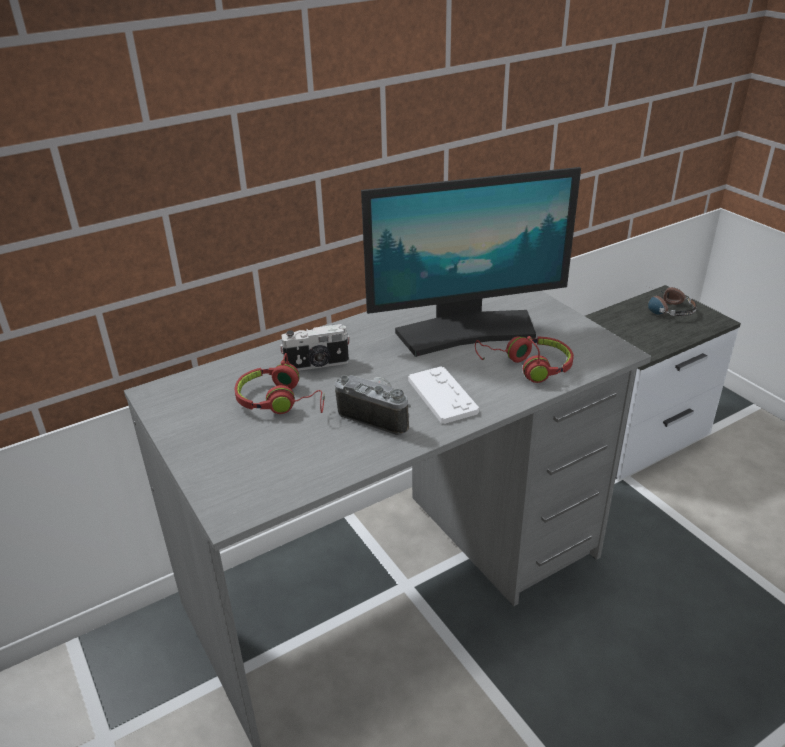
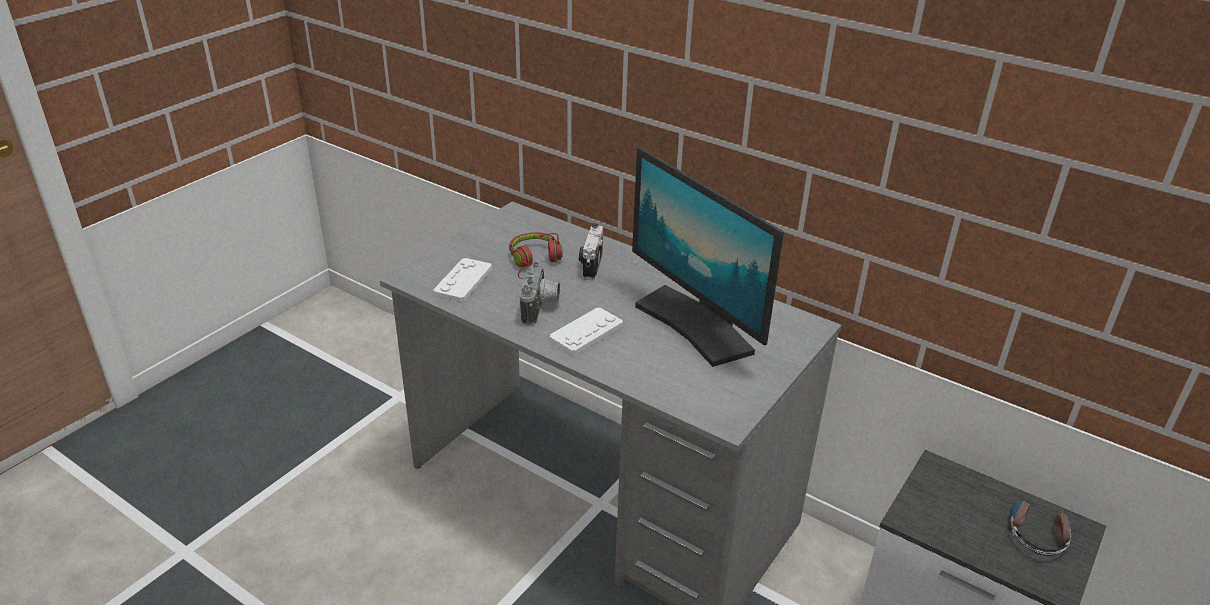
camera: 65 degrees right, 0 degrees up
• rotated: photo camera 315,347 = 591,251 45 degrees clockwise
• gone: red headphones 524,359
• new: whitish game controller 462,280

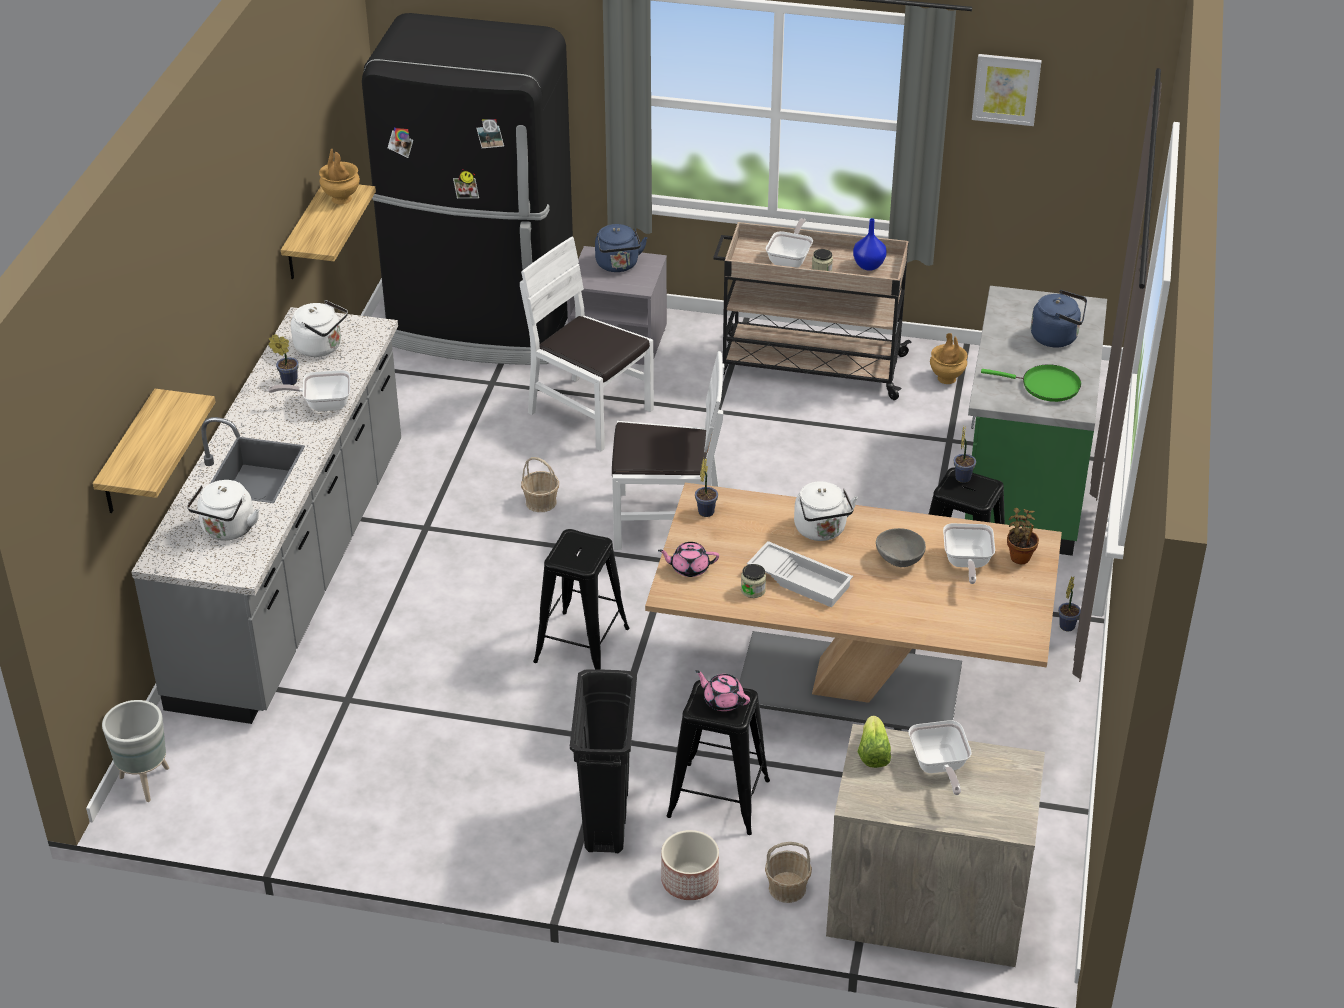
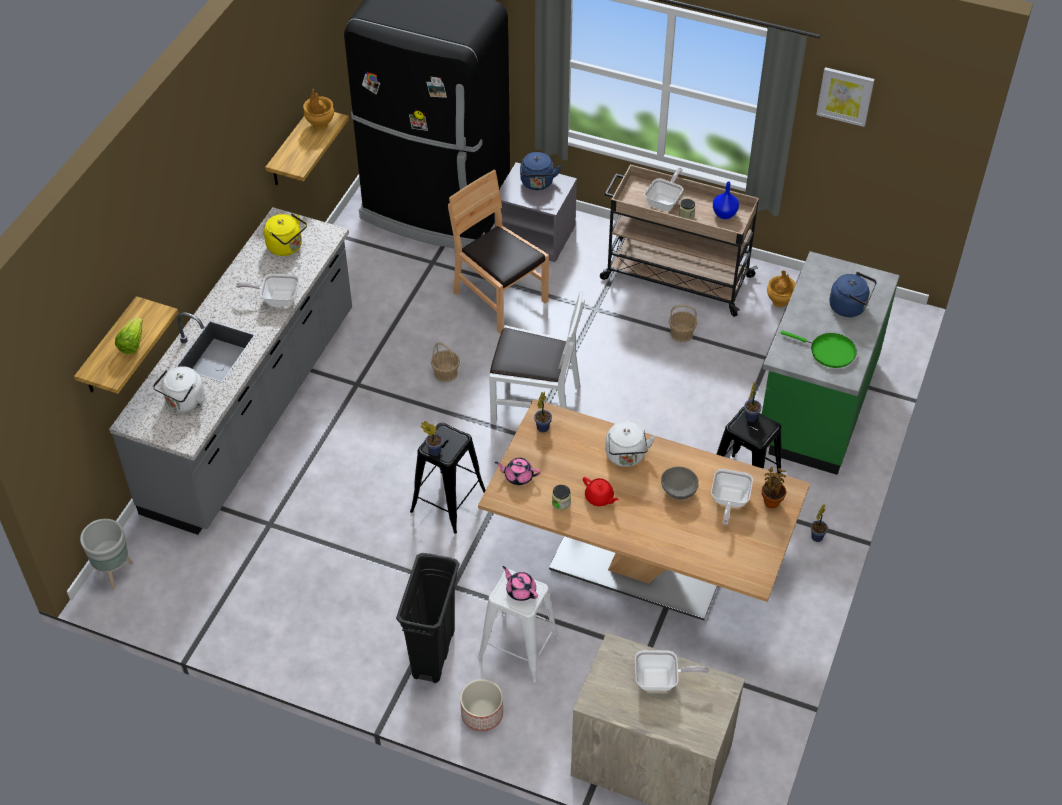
camera: 10 degrees right, 10 degrees up
• shifted: houseplant 283,359 to 431,438
• repainted: whitish water kettle 319,328 to yellow-coloured water kettle 285,234
• repainted: whitish chair 587,344 to brownish chair 498,252
• repainted: black-coloured stool seat 718,757 to whitish stool seat 519,626
• swapped: whitish tray 800,574 to red tea pot 601,491
• shifted: storage basket 788,872 to 683,323
• shifted: lettuce 874,742 to 129,335
• rotated: skillet 940,757 = 672,670 90 degrees counterclockwise

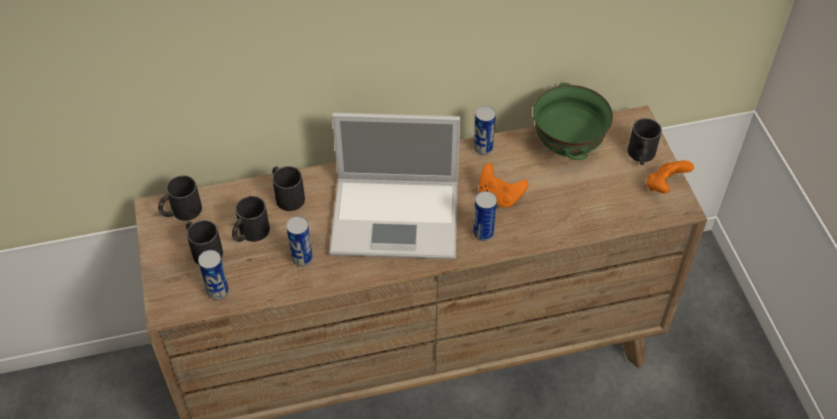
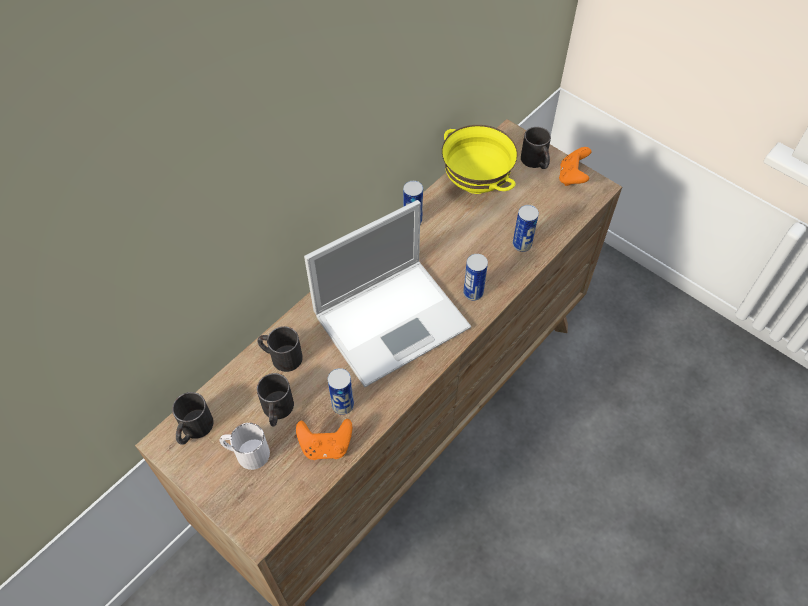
camera: 35 degrees left, 5 degrees up
• repainted: black-coloured mug 204,242 to whitish mug 244,446
• shifted: can 213,275 to 526,228
• shifted: orange-coloured game controller 503,185 to 324,439
• repainted: green serving bowl 573,121 to yellow-coloured serving bowl 480,159

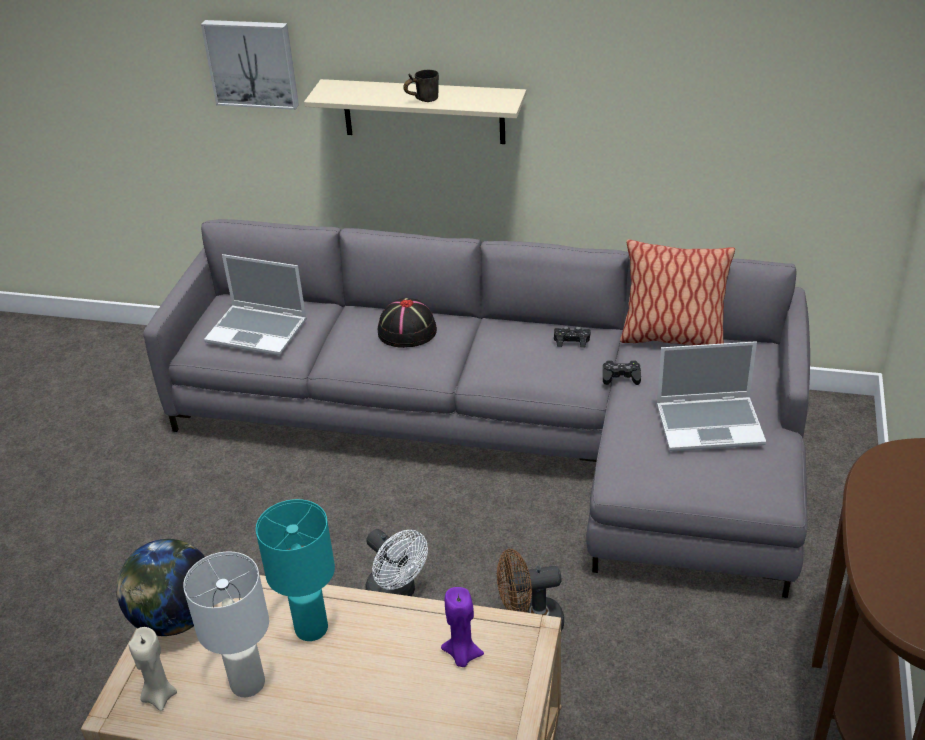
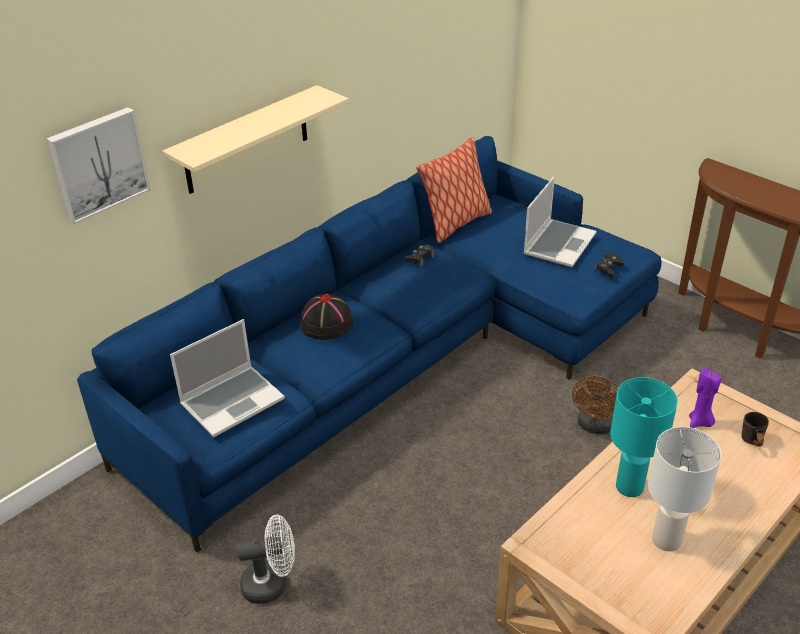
camera: 60 degrees left, 0 degrees up
• gone: globe 160,587
• gone: beige-coloured candle 152,669
• repainted: greyish sofa 477,408 to bluish sofa 369,344
• shifted: whitish electric fan 396,562 to 265,559
• shifted: greyish mug 421,86 to 755,429
• shifted: black-coloured game controller 622,372 to 609,265

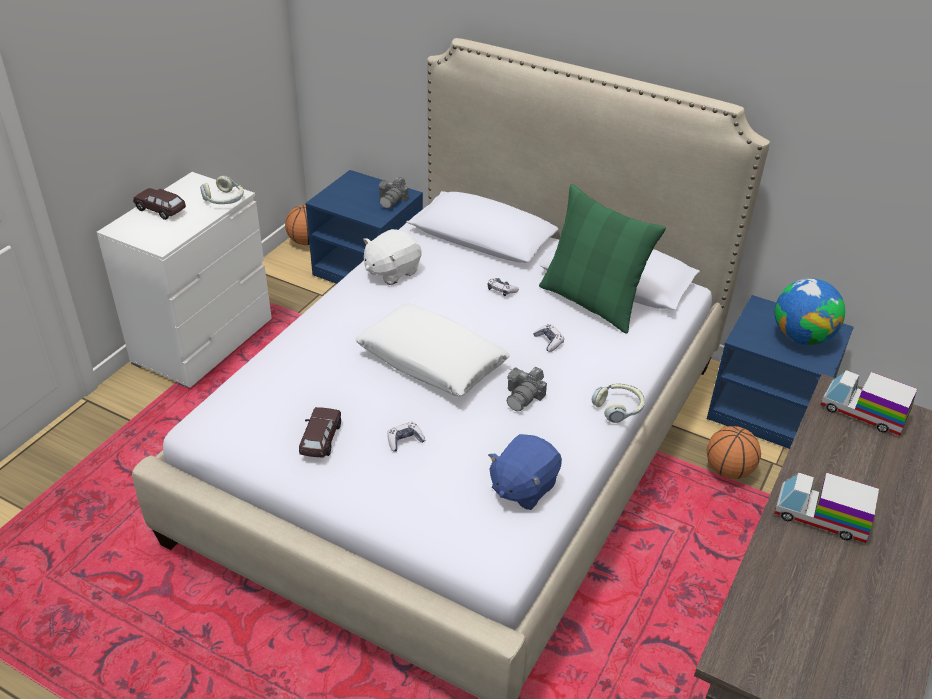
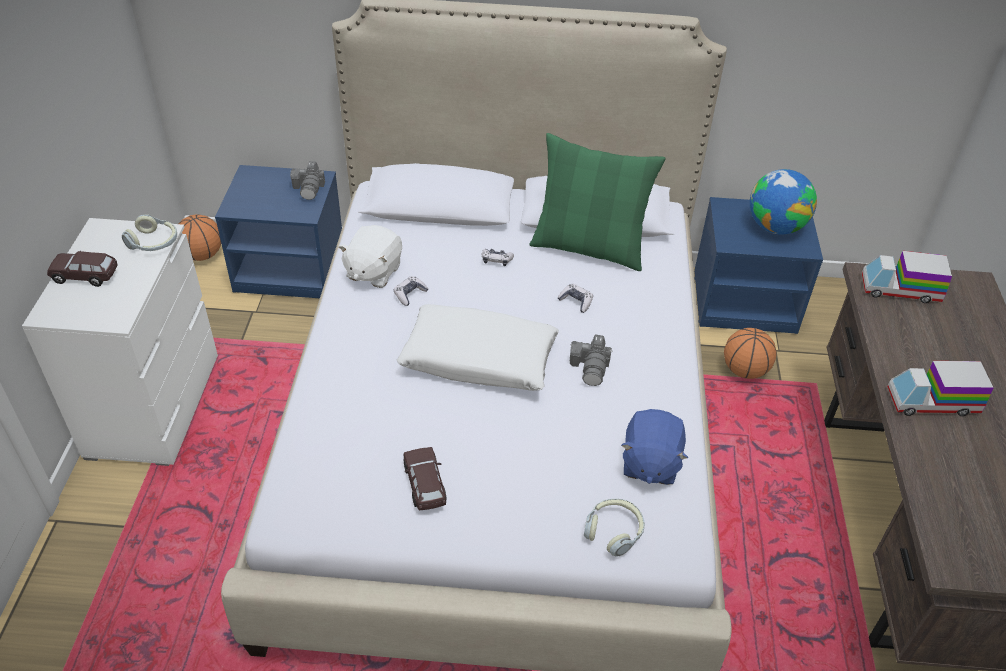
camera: 25 degrees left, 5 degrees up
• shifted: game controller 406,437 to 411,291
• shifted: headphones 618,403 to 614,528

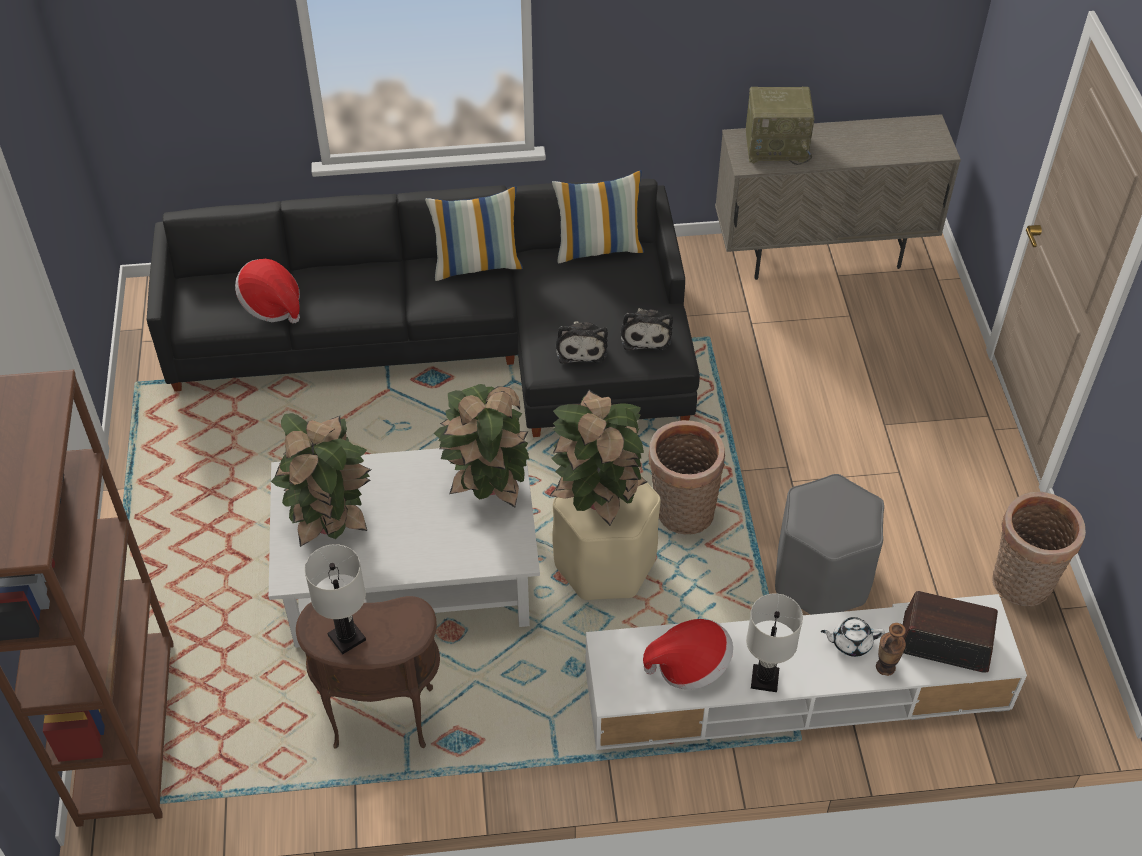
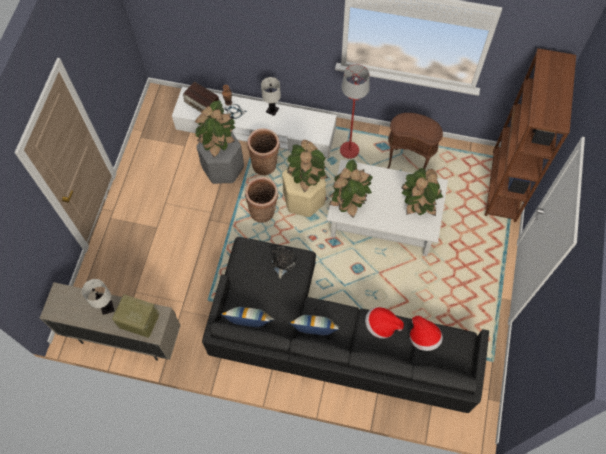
camera: 160 degrees left, 15 degrees up
• shifted: whitish table lamp 335,599 to 98,297
• gone: soft toy 647,329
• shifted: wearable hat 688,654 to 384,323
• shifted: storage basket 1039,549 to 263,151
• new: houseplant 215,129
• new: red standing lamp 355,111

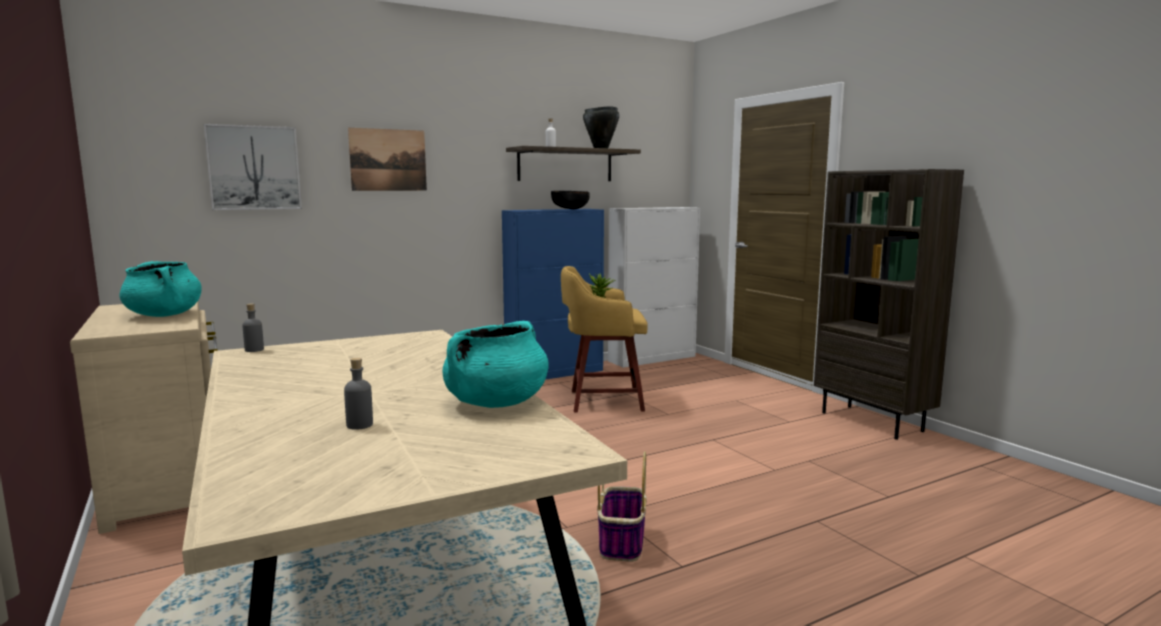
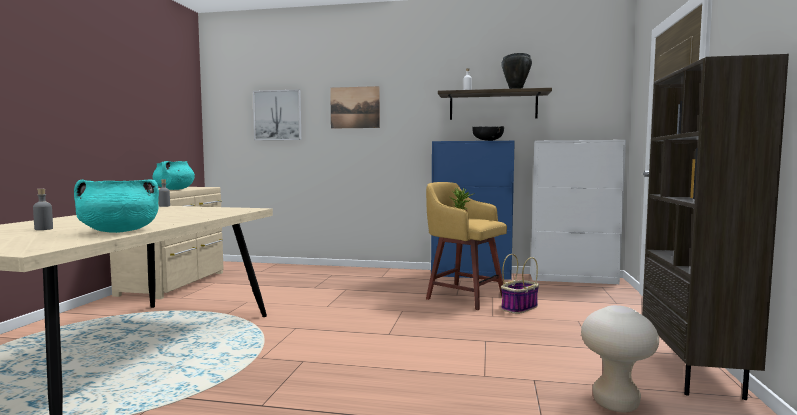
camera: 40 degrees right, 5 degrees down
• shifted: storage basket 622,506 to 520,284
• new: beige-coloured stool seat 620,358

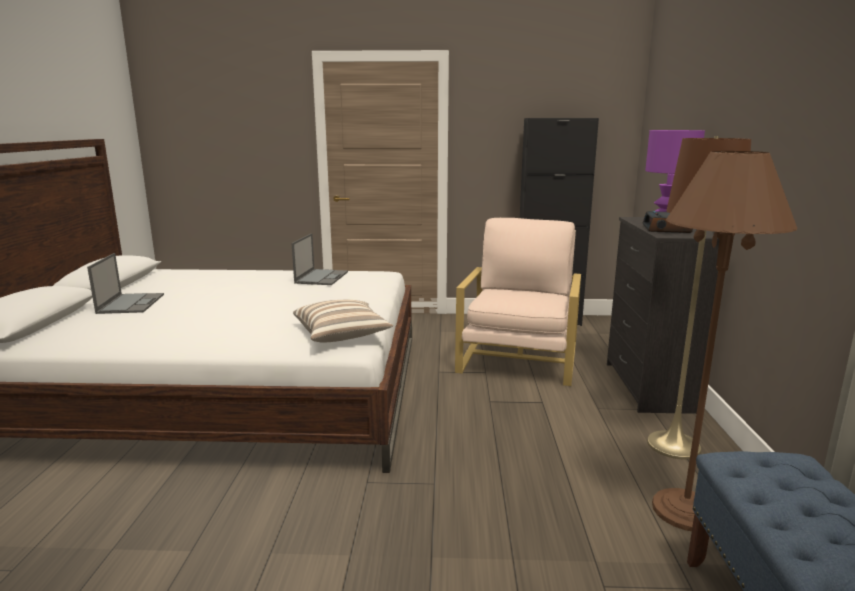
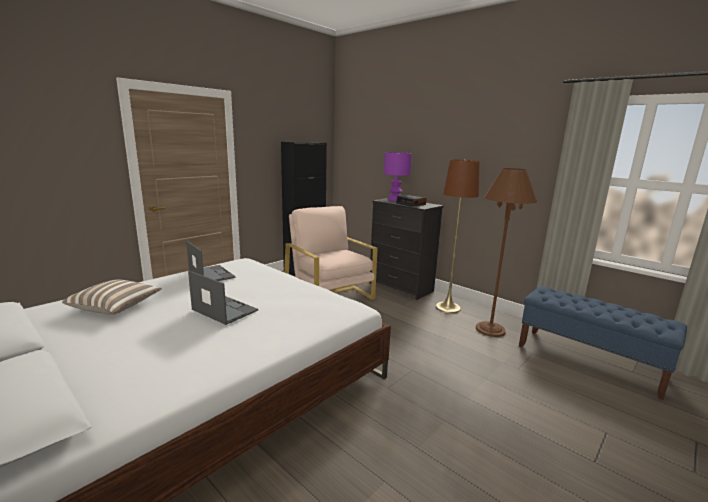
camera: 50 degrees left, 0 degrees up
• shifted: laptop 125,283 to 223,298
• shifted: pillow 343,321 to 112,297

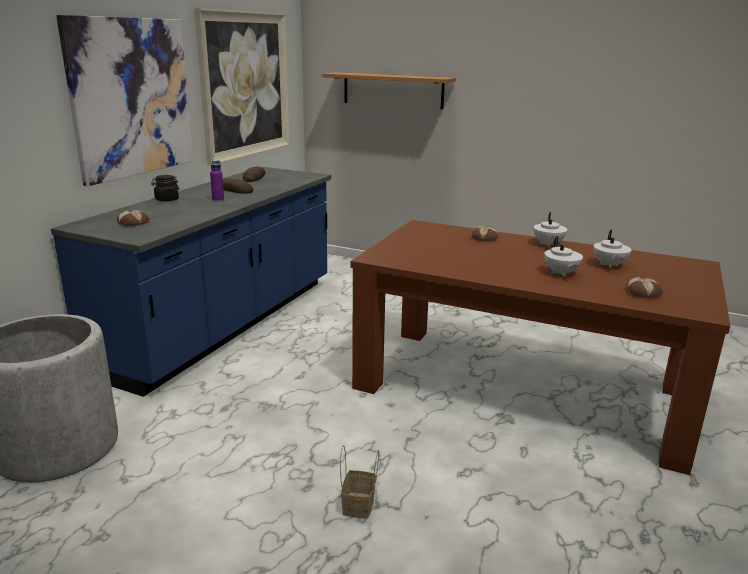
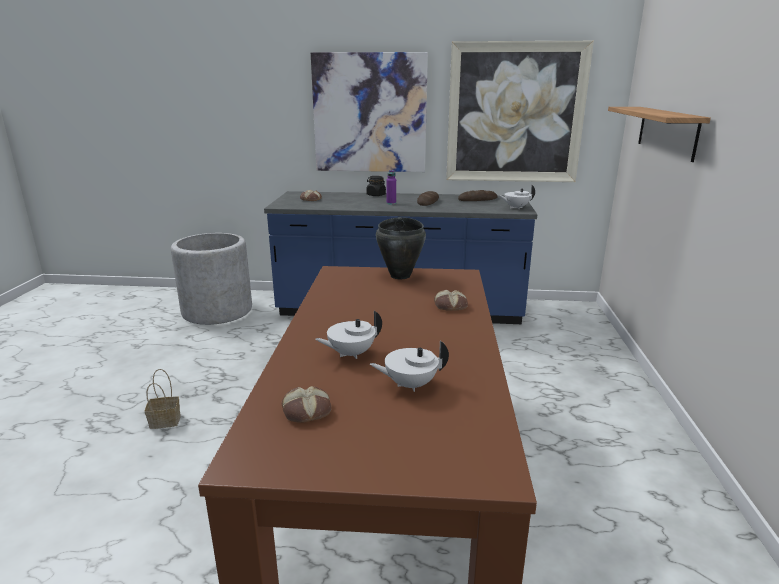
camera: 70 degrees right, 0 degrees up
• shifted: whitish tea pot 550,229 to 517,197
• new: black-coloured saucepot 401,248

